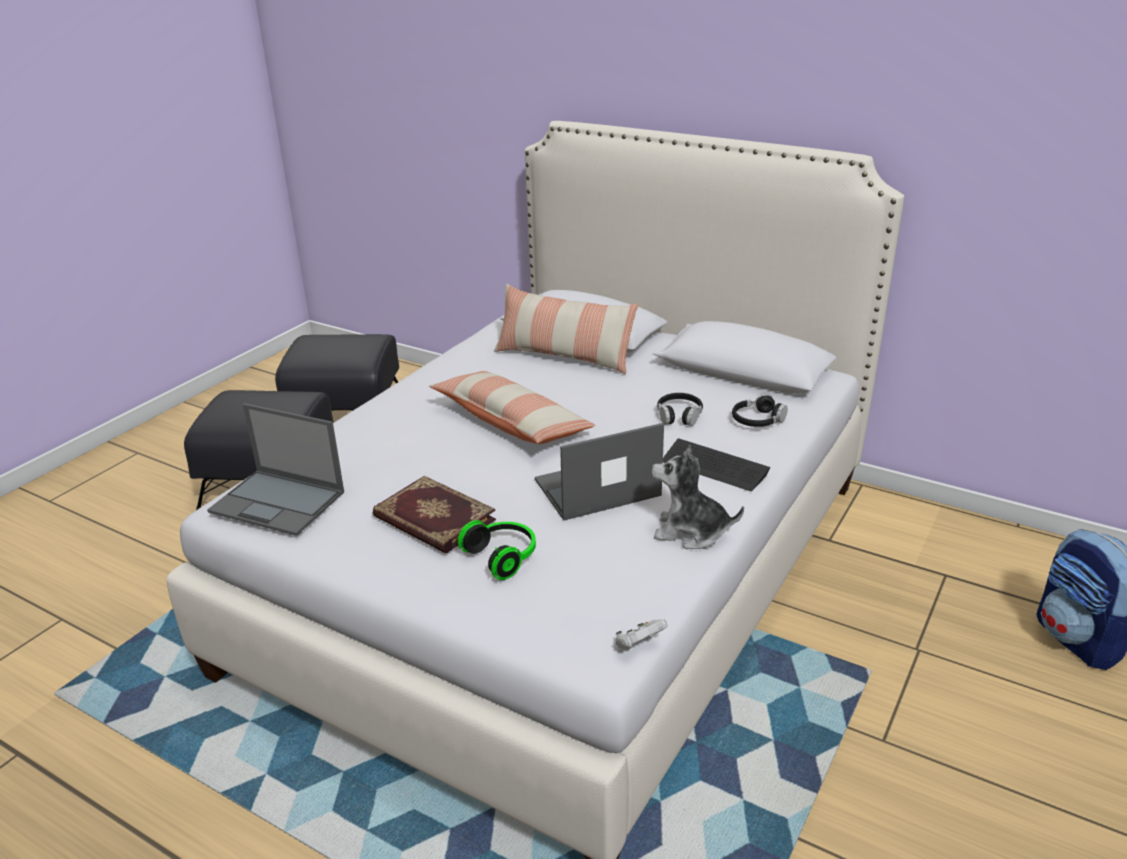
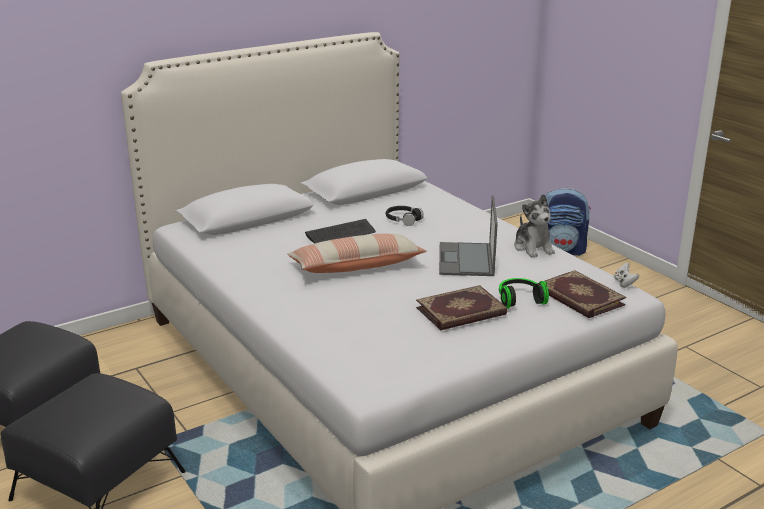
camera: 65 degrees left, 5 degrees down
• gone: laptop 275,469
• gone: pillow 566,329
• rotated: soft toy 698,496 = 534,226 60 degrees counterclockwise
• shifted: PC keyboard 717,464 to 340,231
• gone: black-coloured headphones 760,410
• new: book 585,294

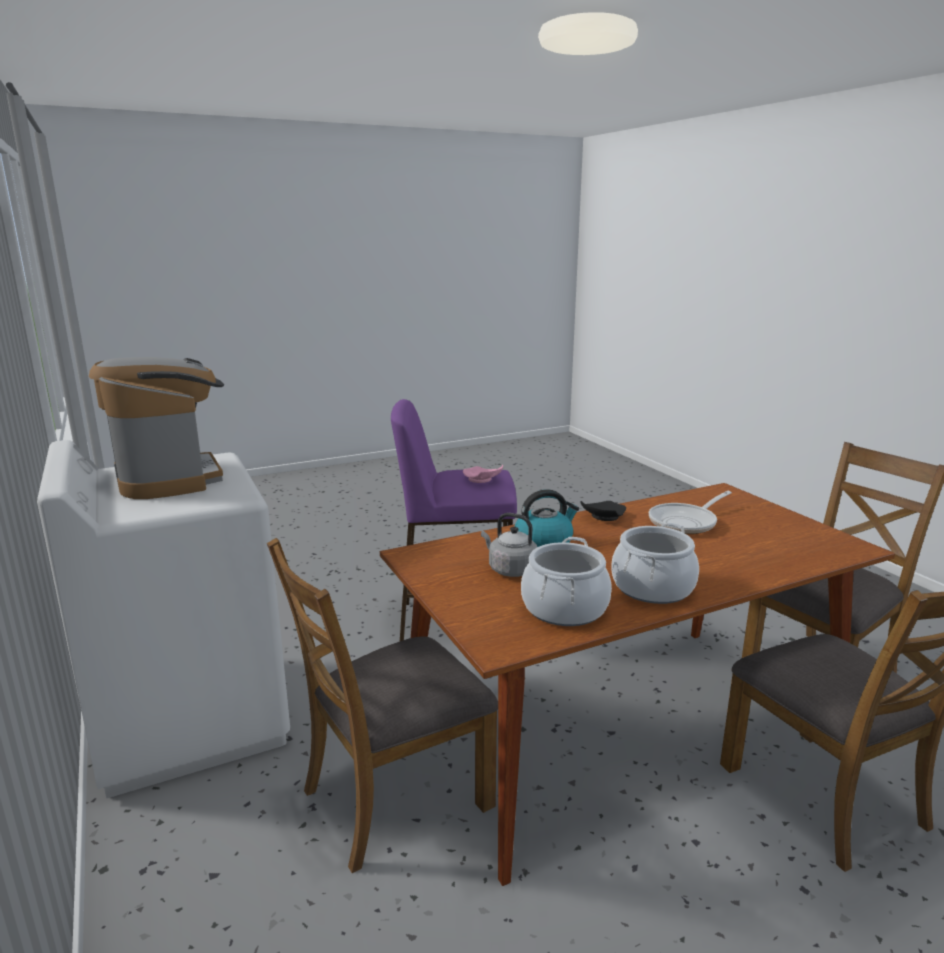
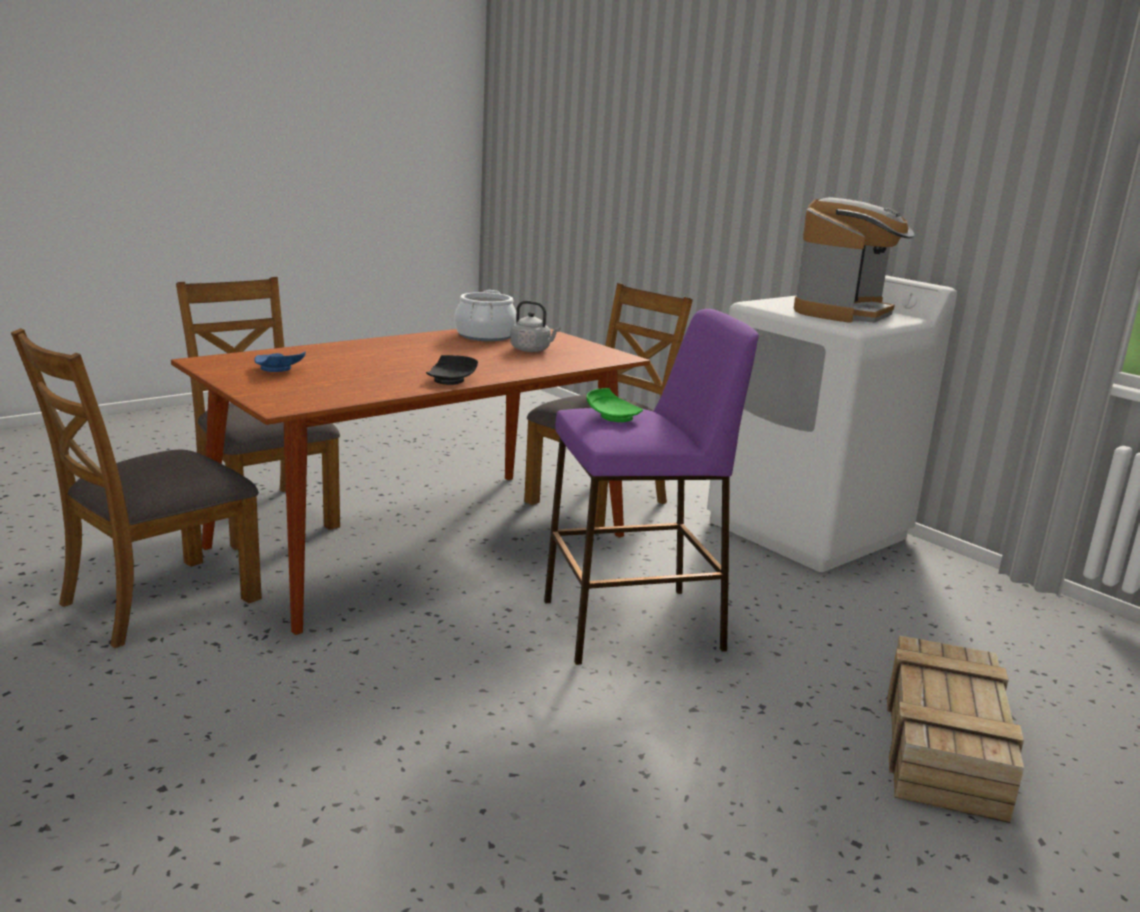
camera: 165 degrees right, 0 degrees up
• rotated: coffee maker 156,428 = 854,260 105 degrees counterclockwise
• repainted: pink-coloured flat dish 483,474 to green flat dish 614,405
• gone: water kettle 547,518
• gone: saucepot 655,563
• gone: skillet 690,512
• new: bluish flat dish 280,361
• new: shipping crate 955,729

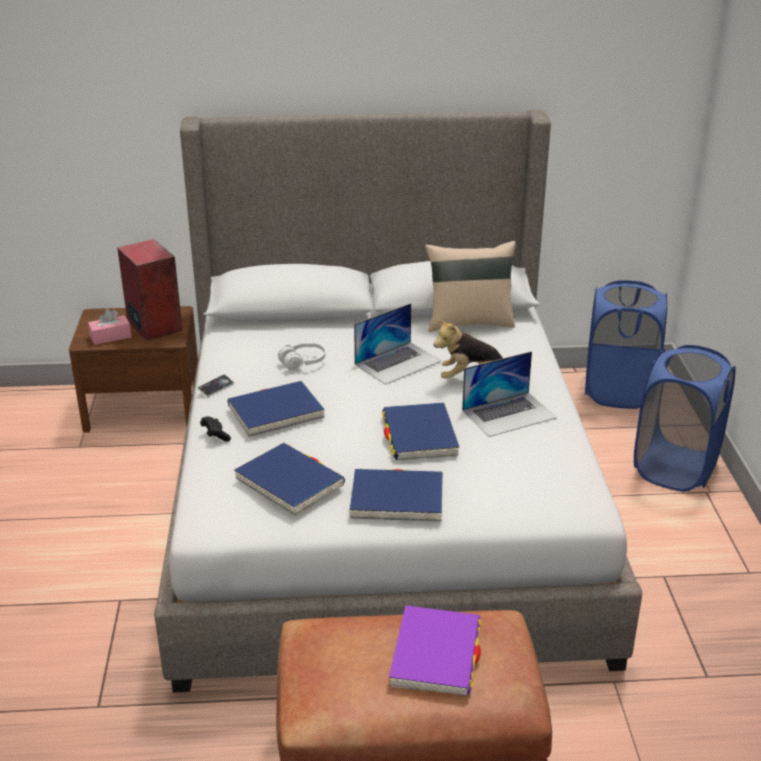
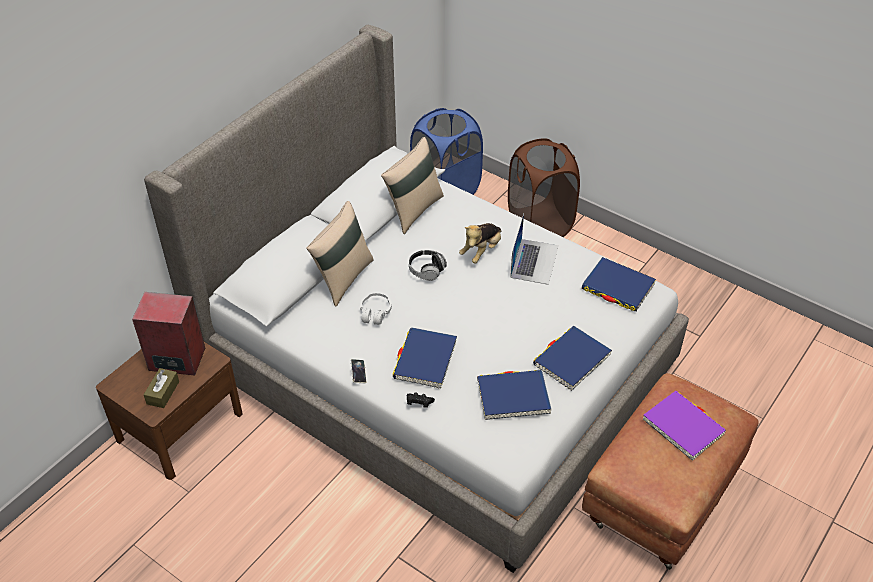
camera: 50 degrees left, 15 degrees up
• repainted: pink-coloured tissue box 109,327 to brownish tissue box 161,388
• swapped: laptop 397,344 to headphones 428,265
• shifted: bluish book 421,431 to 619,284
• repainted: bluish hamper 685,418 to brownish hamper 544,187
• new: beige-coloured pillow 340,254

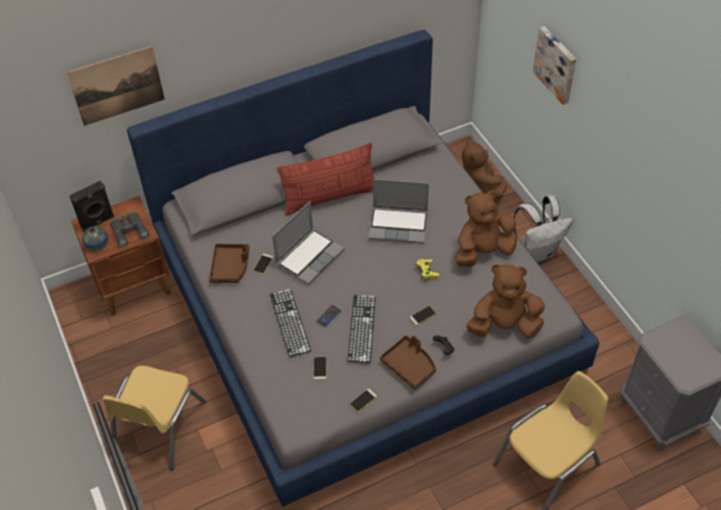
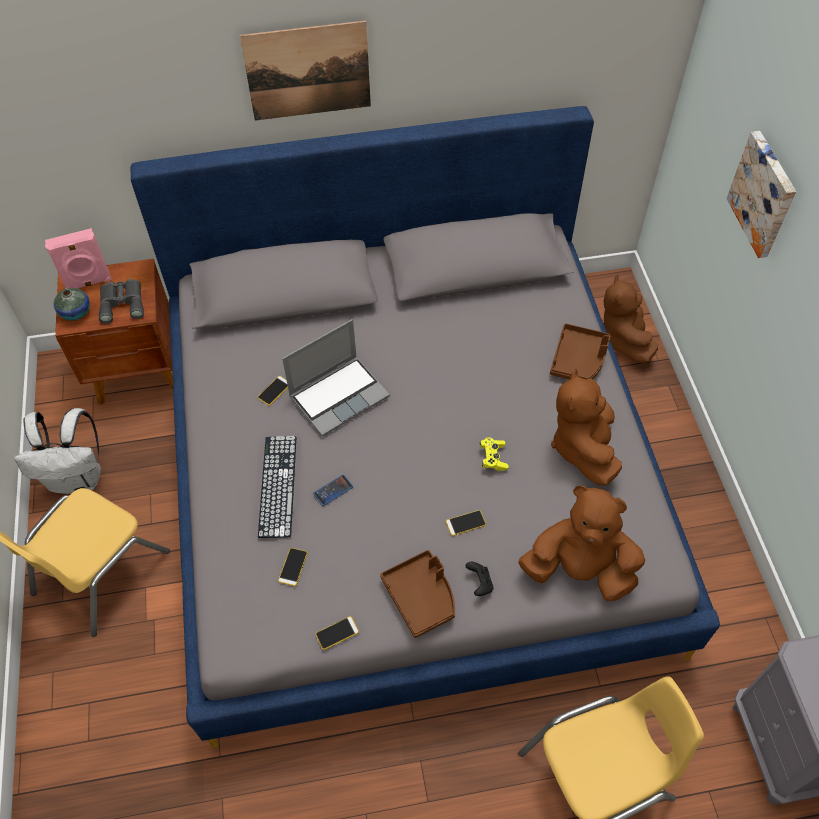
camera: 15 degrees right, 5 degrees up
• shifted: wall art 116,86 to 305,71
• repainted: black-coloured loudspeaker 91,206 to pink-coloured loudspeaker 78,258
• shifted: brownish tray 229,263 to 580,351
• gone: pillow 326,179
• gone: PC keyboard 362,329
• gone: laptop 398,211
• rotated: brownish soft toy 486,229 = 586,427 75 degrees counterclockwise
• shifted: whitish backpack 543,228 to 57,451

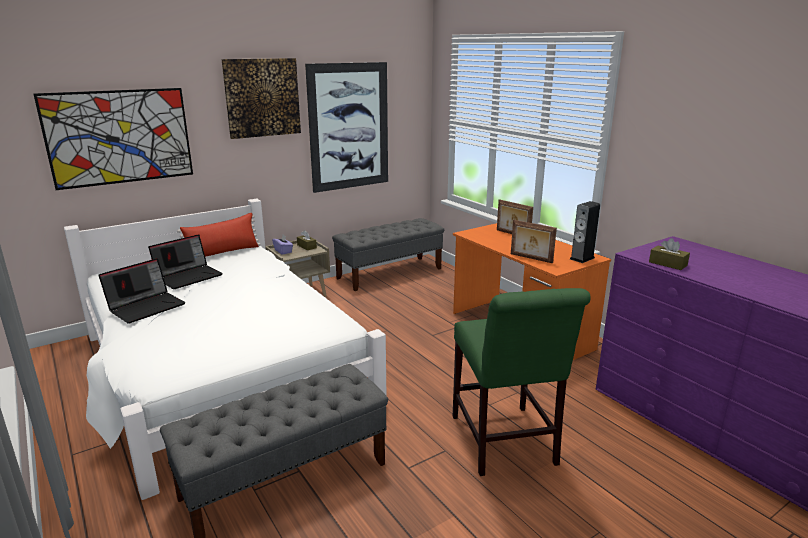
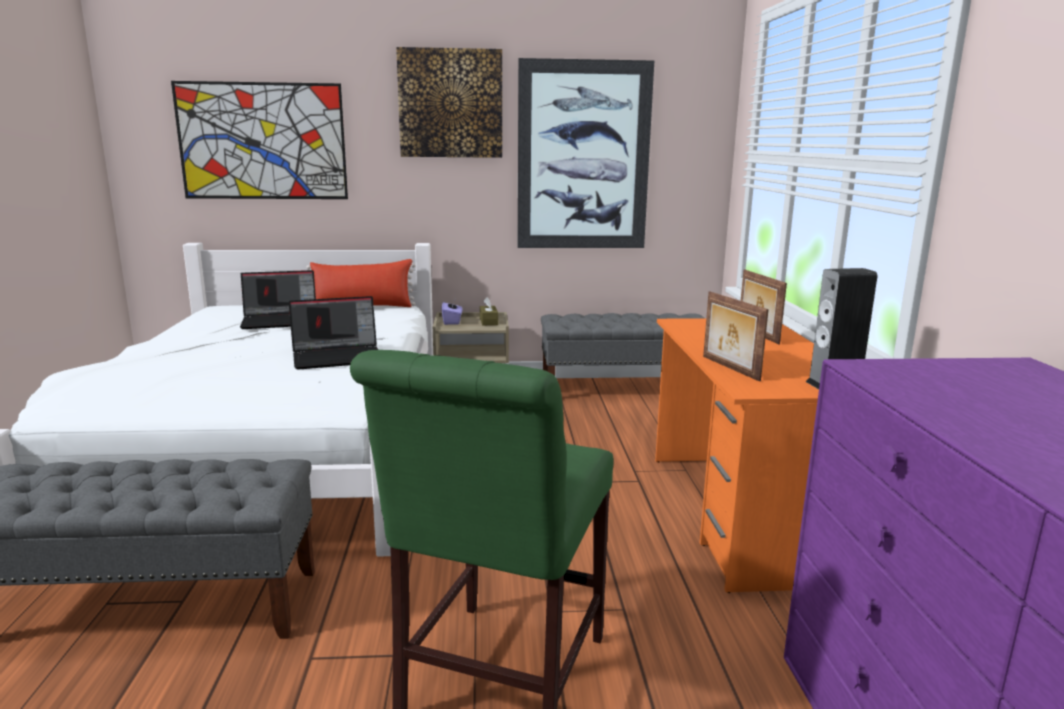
camera: 30 degrees right, 5 degrees down
• shifted: laptop 142,291 to 333,333
• gone: brownish tissue box 669,254

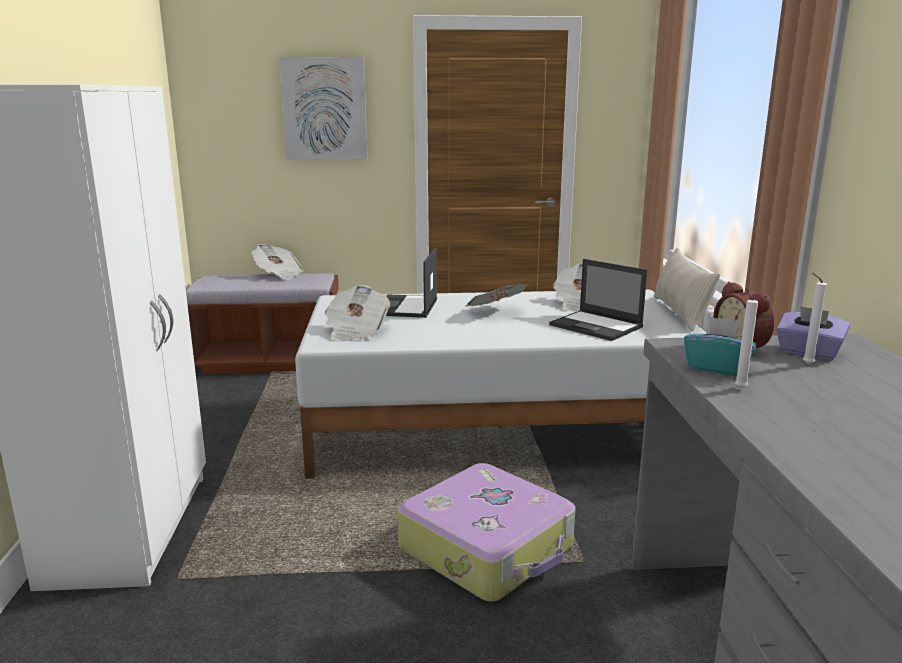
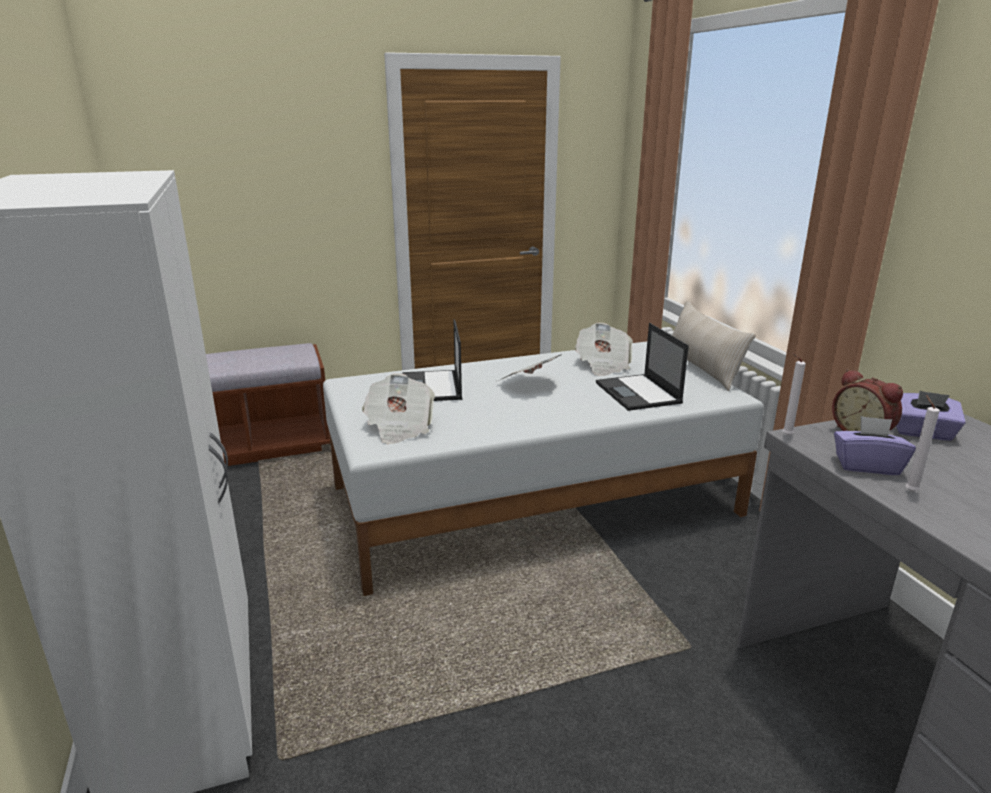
camera: 15 degrees left, 5 degrees up
• gone: printed paper 278,262
• gone: wall art 323,108
• gone: travel case 486,532
• rotated: laptop 598,300 = 642,367 45 degrees clockwise
• repainted: blue-green tissue box 720,346 to purplish tissue box 875,445
• shifted: whitish candle 815,319 to 794,394

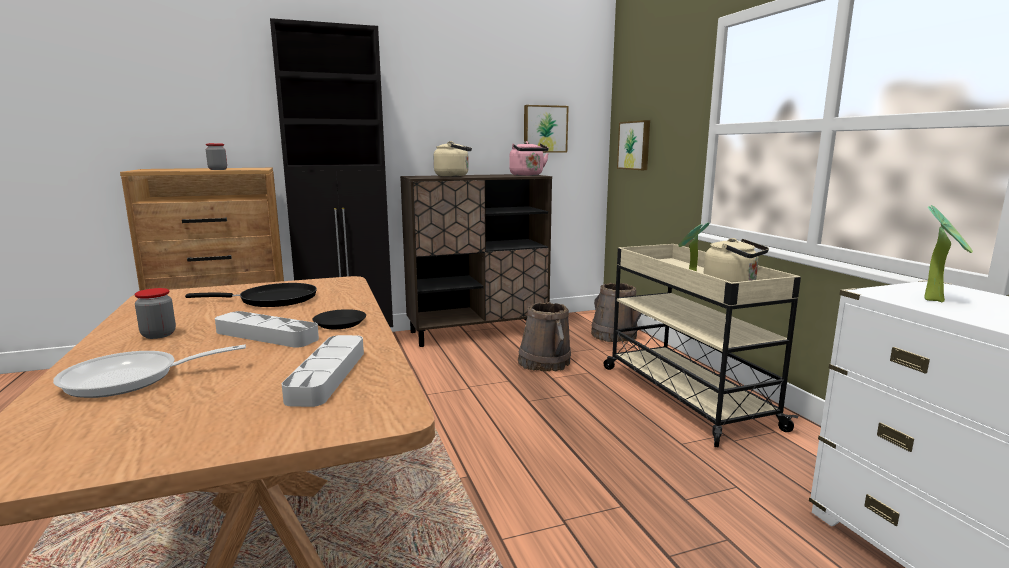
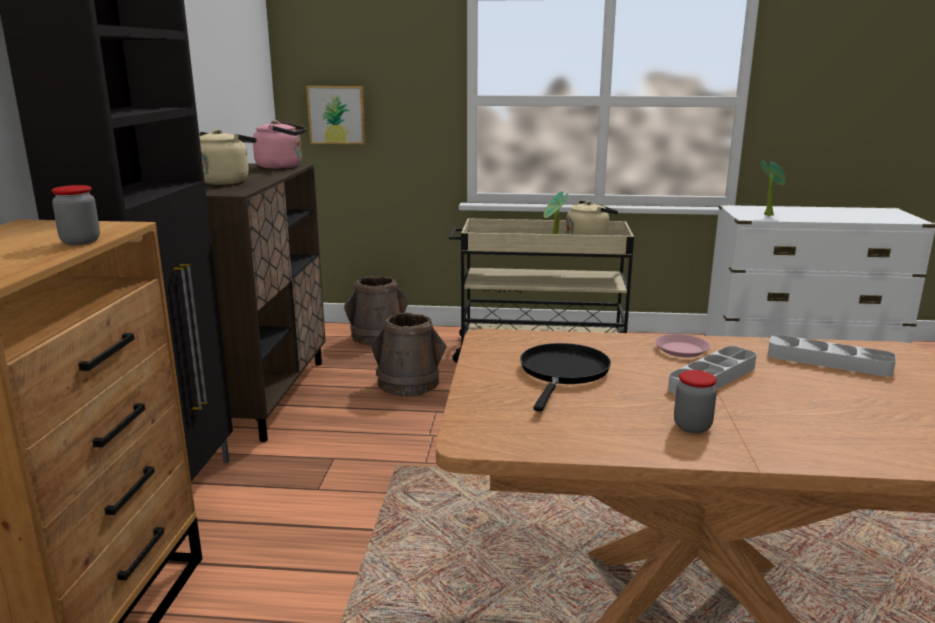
camera: 65 degrees left, 5 degrees up
• gone: skillet 149,371
• repainted: black-coloured flat dish 339,319 to pink-coloured flat dish 682,345
• gone: wall art 546,129

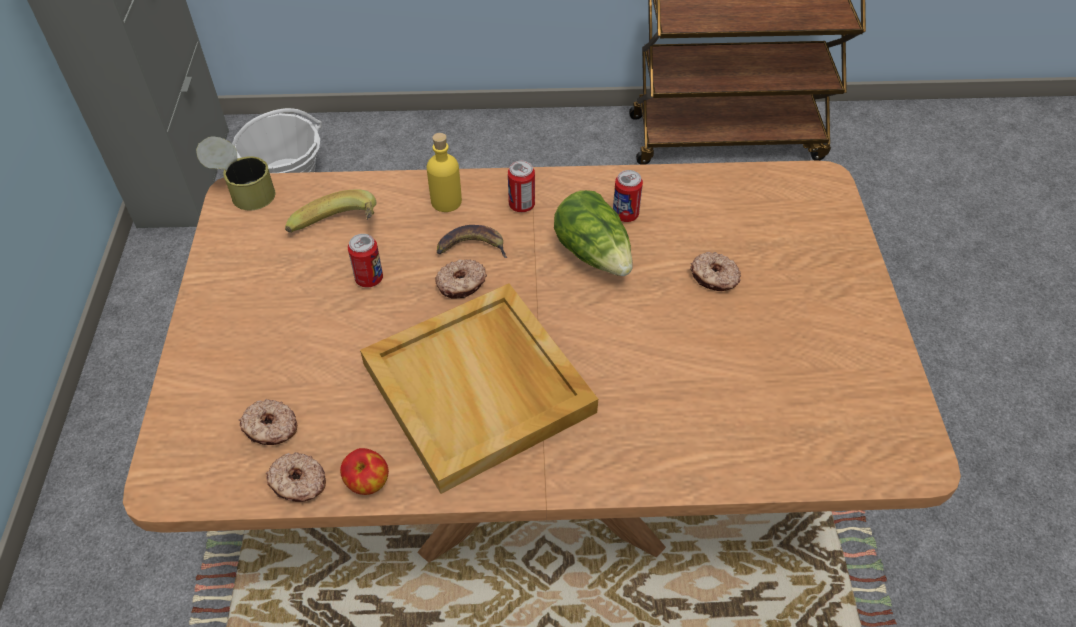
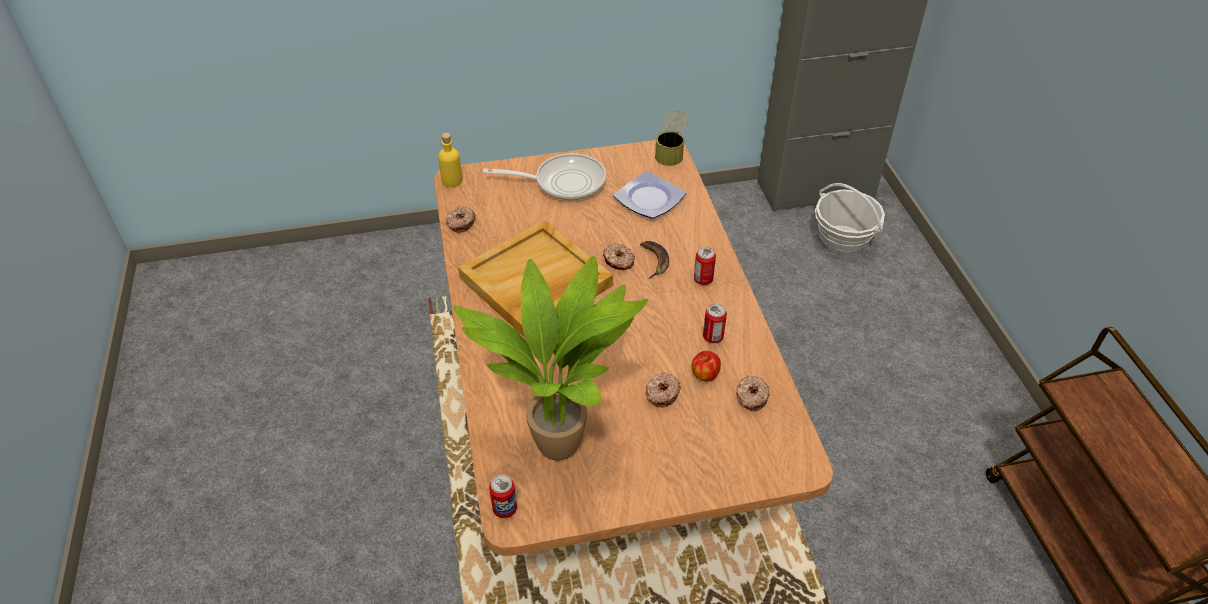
camera: 80 degrees right, 5 degrees down
• shifted: donut 268,422 to 753,393
• swapped: banana fruit 331,211 to flat dish 649,195
• shifted: whole apple 364,471 to 706,366
• shifted: can 365,260 to 503,496
• shifted: yellow-coloured beverage bottle 444,172 to 450,160
• gone: lettuce 593,233
• new: houseplant 550,358
• new: skillet 544,177

